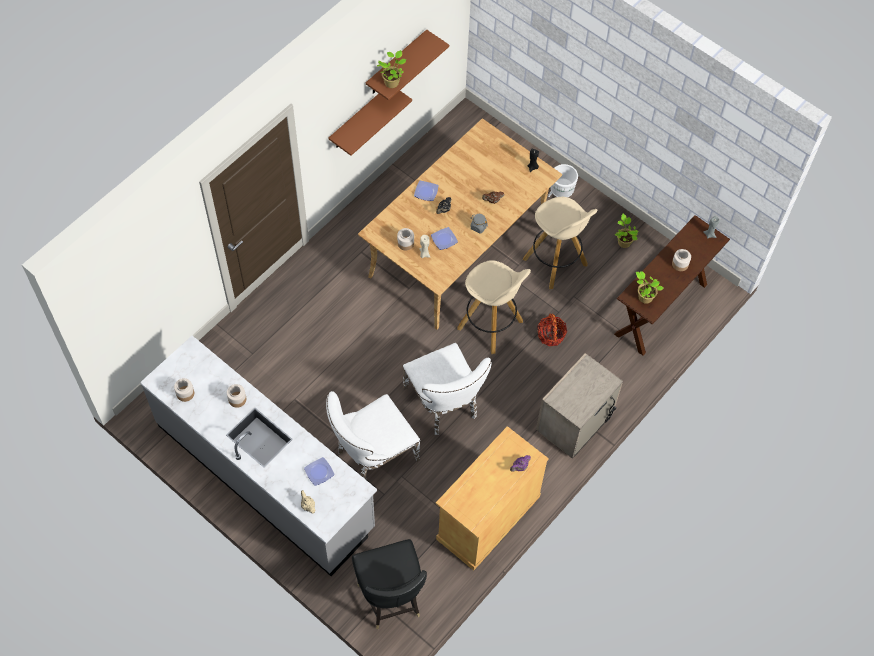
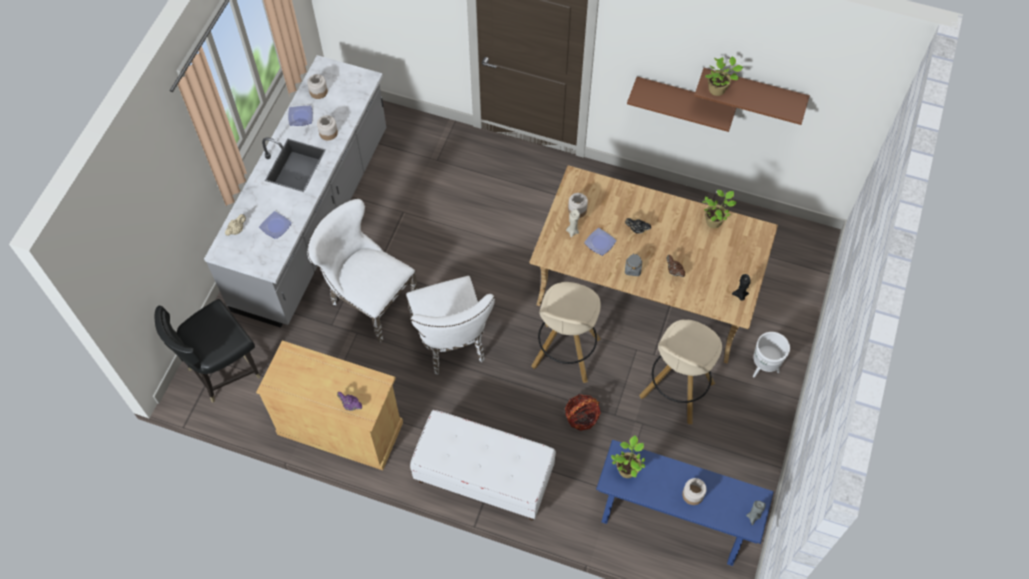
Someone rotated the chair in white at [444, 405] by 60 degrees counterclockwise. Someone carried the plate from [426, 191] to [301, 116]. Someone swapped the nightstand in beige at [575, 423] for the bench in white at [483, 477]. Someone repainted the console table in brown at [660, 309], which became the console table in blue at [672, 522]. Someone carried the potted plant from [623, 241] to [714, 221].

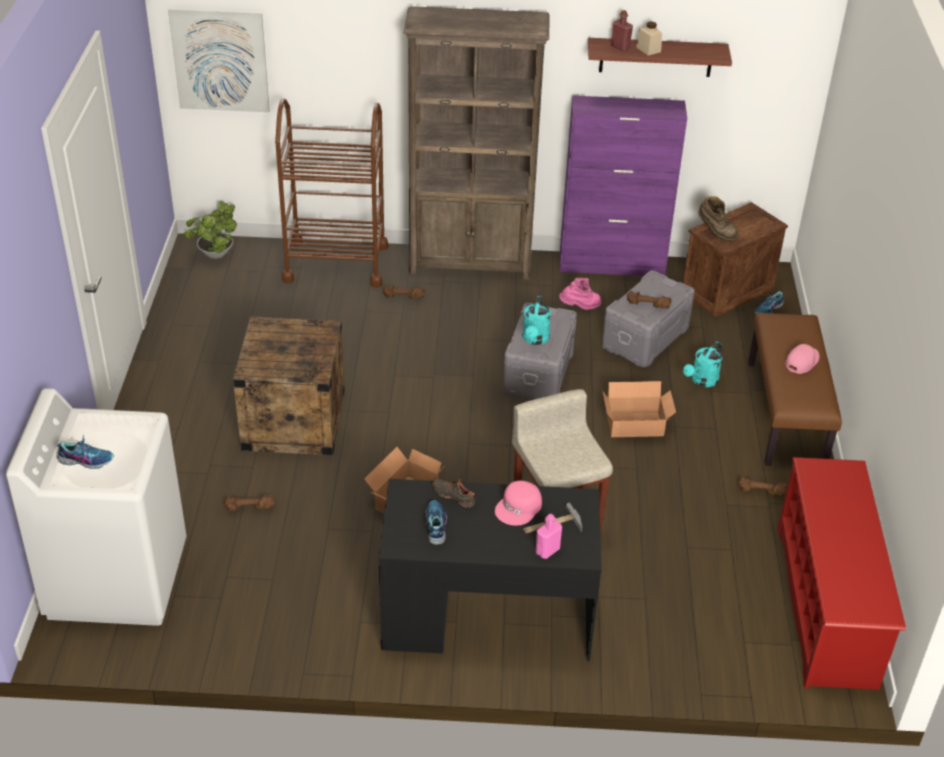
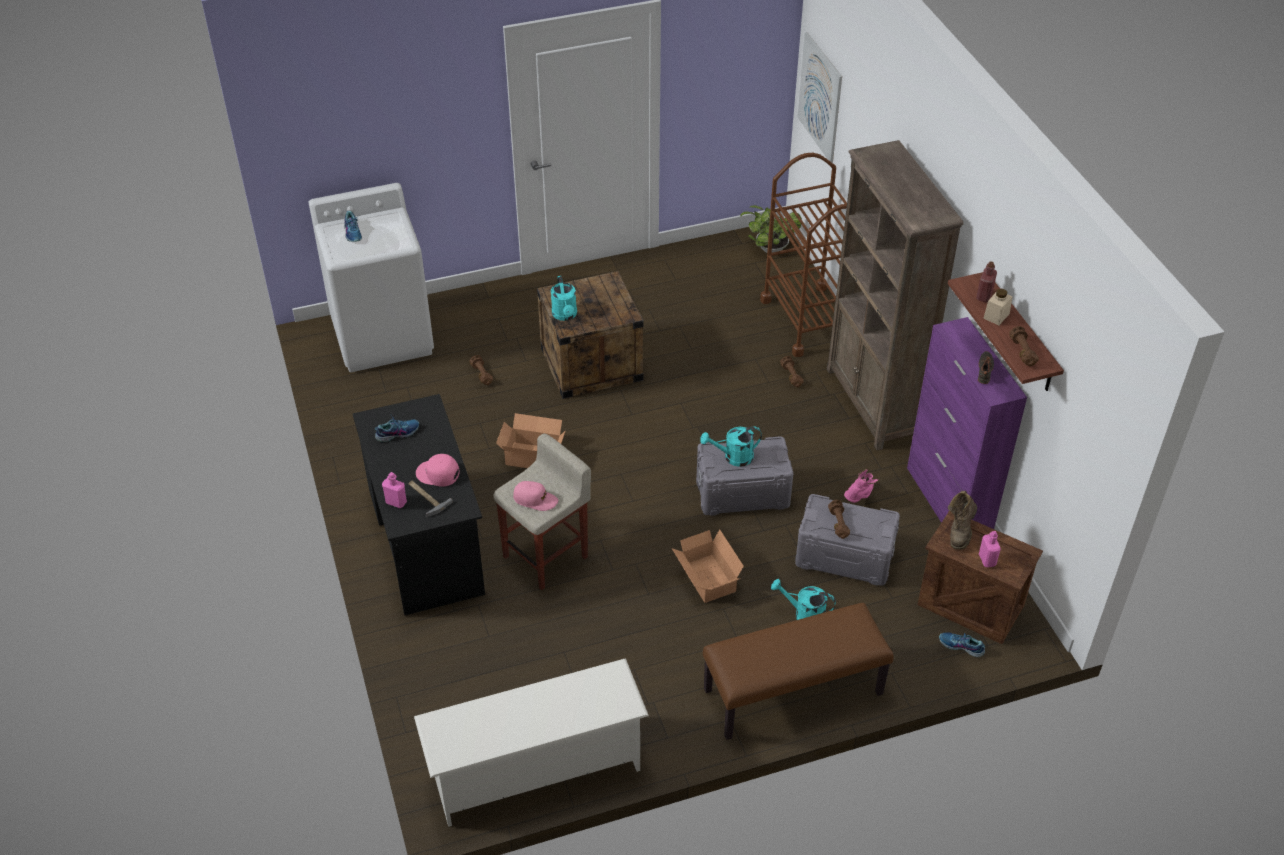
Someone carried the shoe in black from [454, 495] to [985, 371]. Someone rotated the boot in pink at [580, 307] by 105 degrees counterclockwise. Someone carried the dumbbell in brown from [761, 492] to [1021, 351]. Someone repainted the shoe rack in red at [826, 605], which became the shoe rack in white at [535, 770]. Someone carried the cap in pink from [802, 362] to [535, 499]. Someone put down the watering can in turquoise at [565, 315]. Someone put down the bottle in pink at [987, 560].

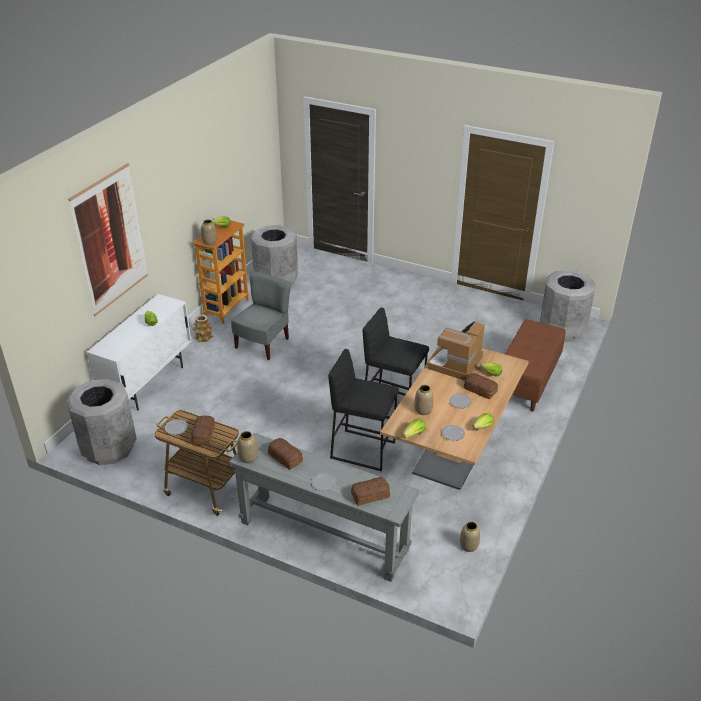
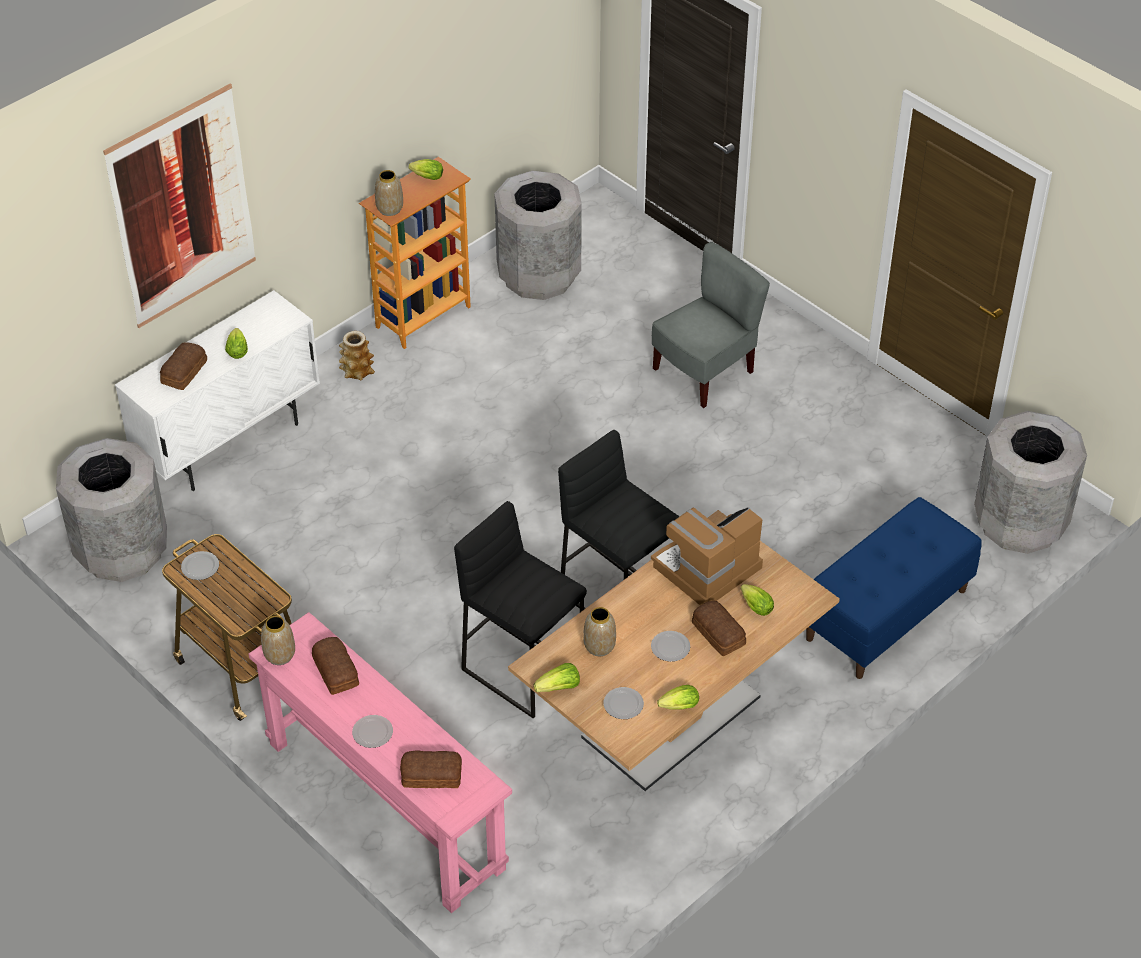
Someone carried the bread from [203, 435] to [183, 372]. Someone repainted the console table in grey at [323, 536], which became the console table in pink at [385, 805]. Someone carried the chair in grey from [263, 344] to [705, 372]. Someone took away the vase at [468, 546]. Someone repainted the bench in brown at [527, 381], which became the bench in blue at [886, 615].

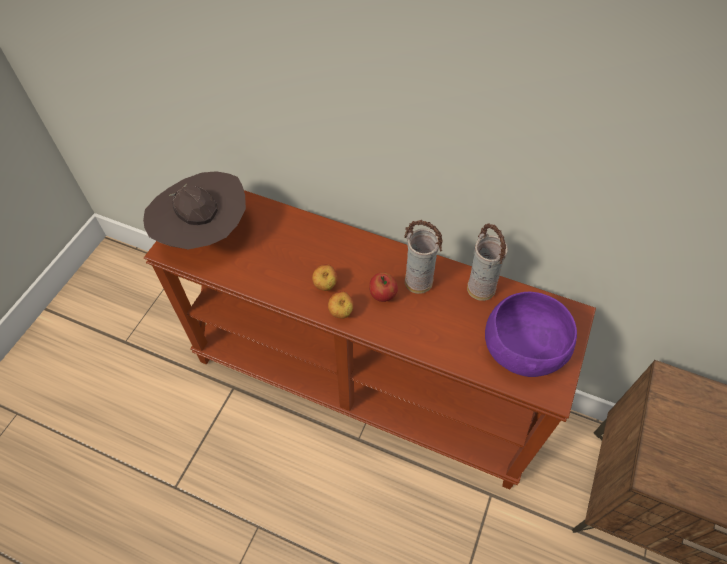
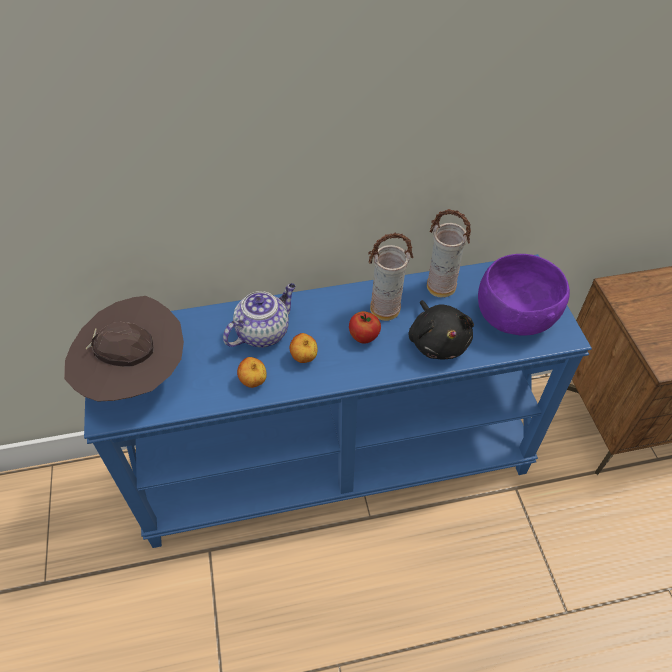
Someone repainted the console table in brown at [365, 382], which became the console table in blue at [336, 462]. Someone carried the apple from [341, 312] to [253, 382]. Someone put down the teapot at [263, 332]. Someone put down the plush toy in black at [438, 341].

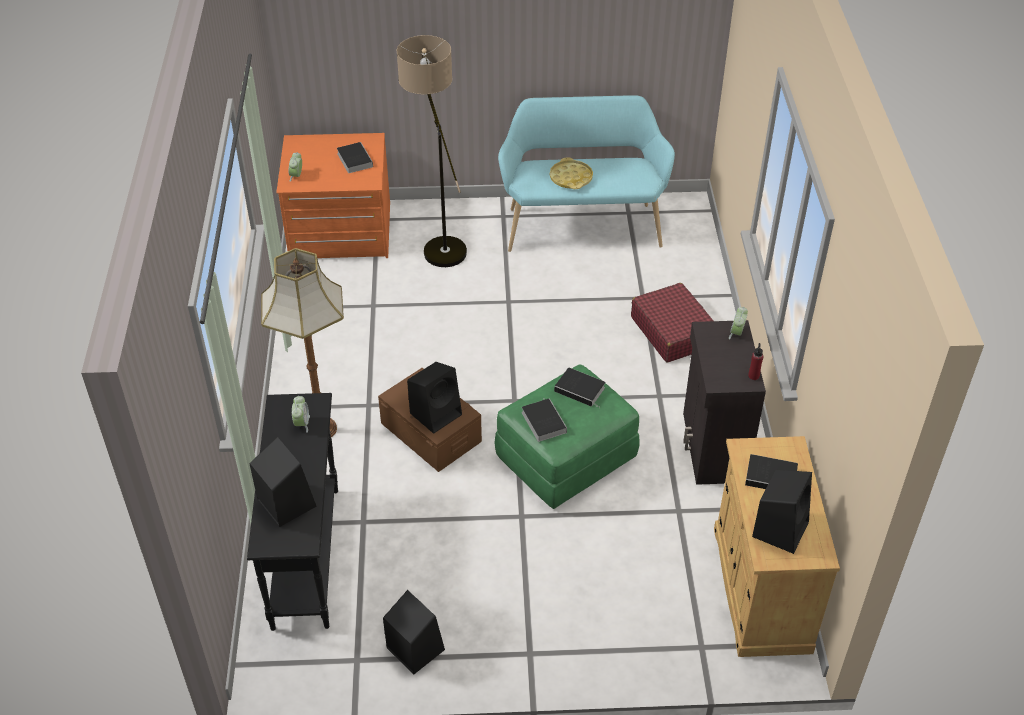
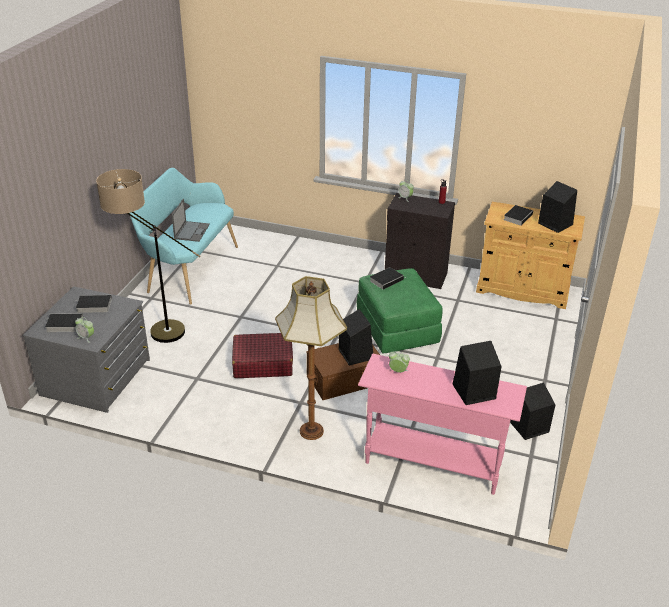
Someone repainted the console table in black at [306, 556], which became the console table in pink at [432, 463]. Someone repainted the dresser in orange at [340, 232], which became the dresser in grey at [97, 378]. Someone carried the book from [542, 421] to [63, 325]. Someone swapped the tray in yellow at [571, 178] for the laptop at [192, 231]. Someone carried the suitcase in red from [673, 331] to [262, 363].

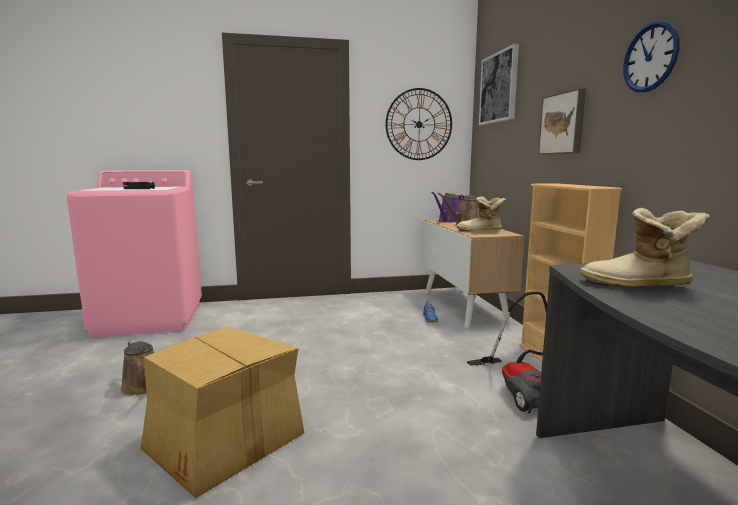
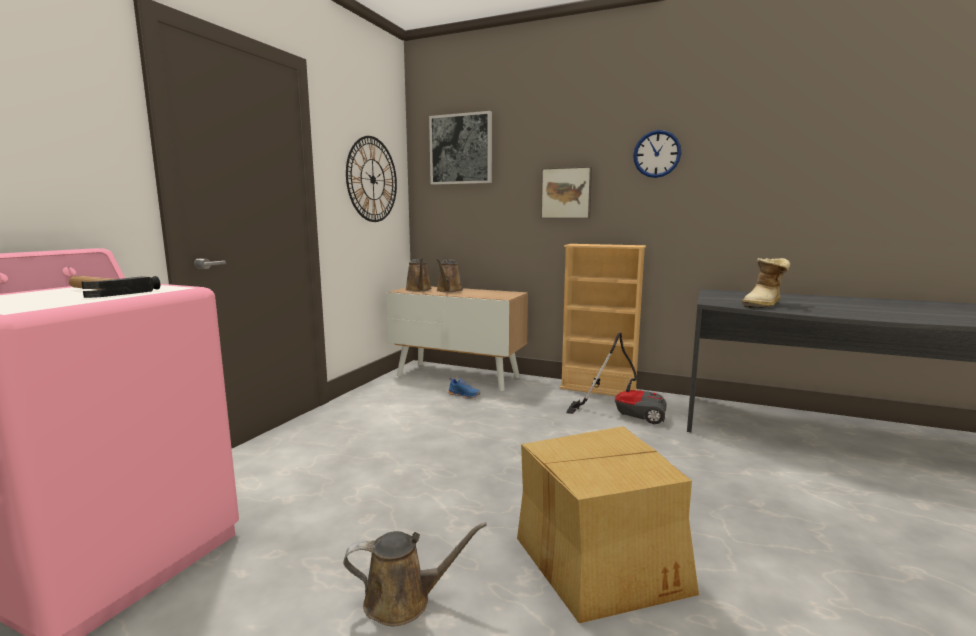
Someone repainted the watering can in purple at [448, 221], which became the watering can in brown at [419, 290]. Someone took away the boot at [480, 231].

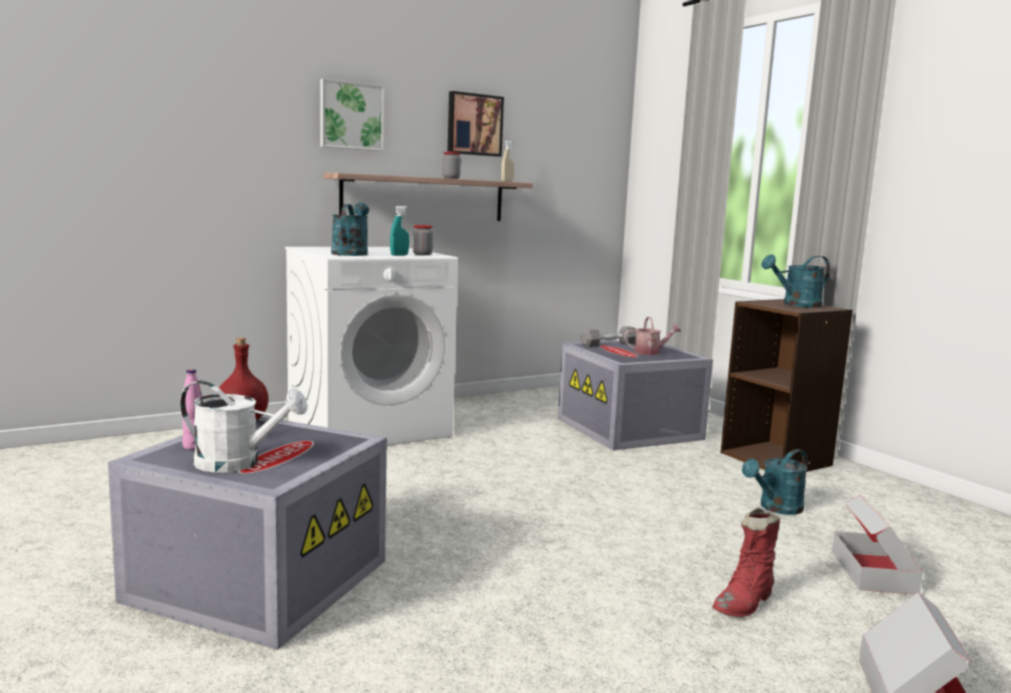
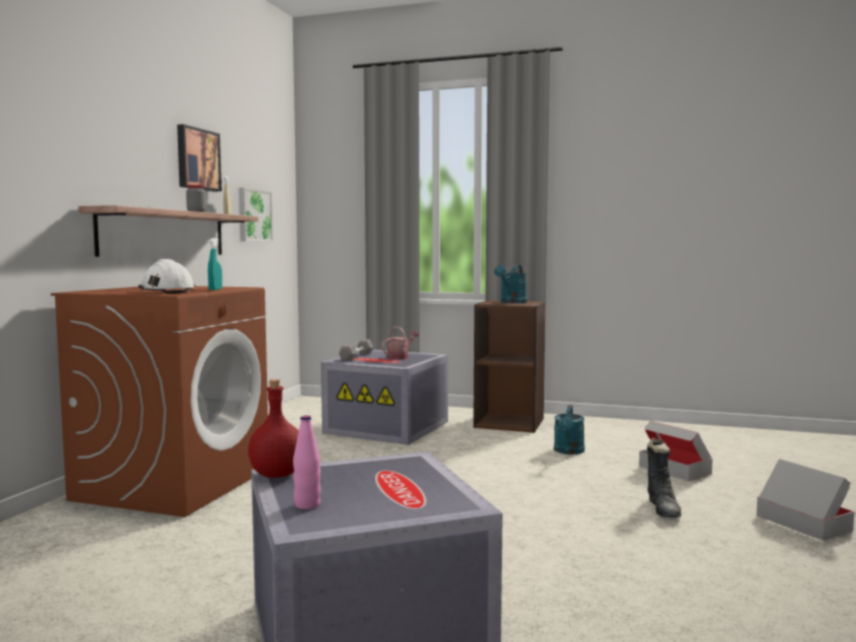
Someone took away the watering can in white at [238, 463]. Someone repainted the washing machine in white at [369, 427], which became the washing machine in brown at [174, 483]. Someone carried the picture from [351, 116] to [253, 215]. Someone swapped the watering can in turquoise at [351, 253] for the hard hat in white at [166, 292]. Someone took away the jar at [422, 254]. Someone repainted the boot in red at [745, 603], which became the boot in black at [663, 509].

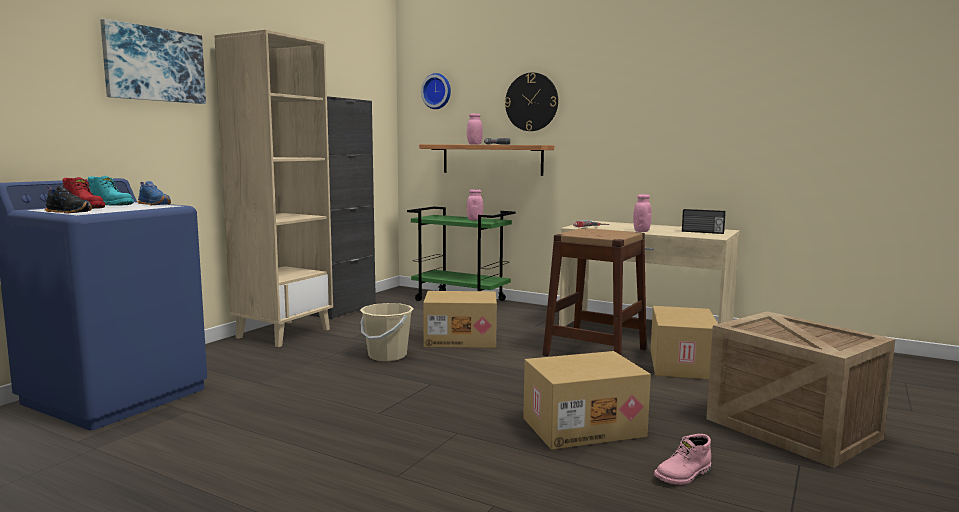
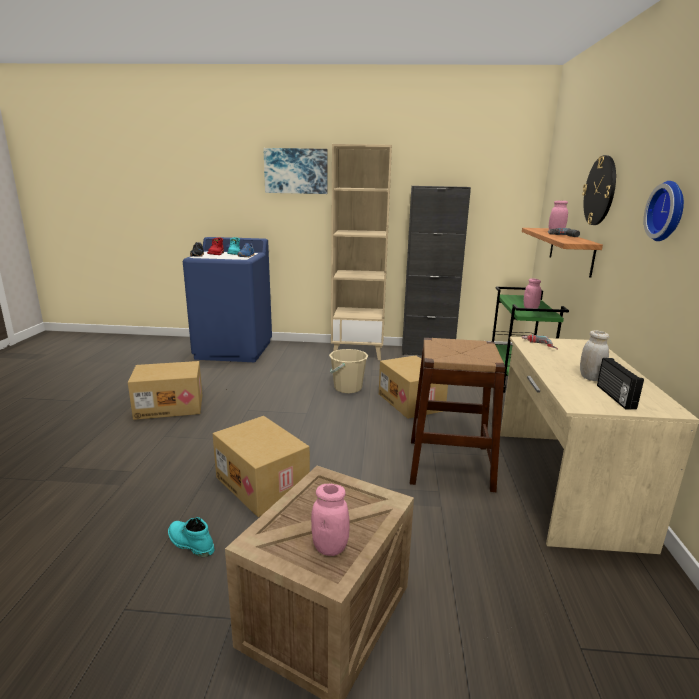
Someone carried the wall clock from [437, 91] to [668, 211]. Someone carried the jar in pink from [641, 231] to [330, 548]. Someone carried the cardboard box from [680, 364] to [170, 406]. Someone repainted the boot in pink at [684, 475], which became the boot in turquoise at [190, 543]. Someone put down the jar in white at [590, 378].

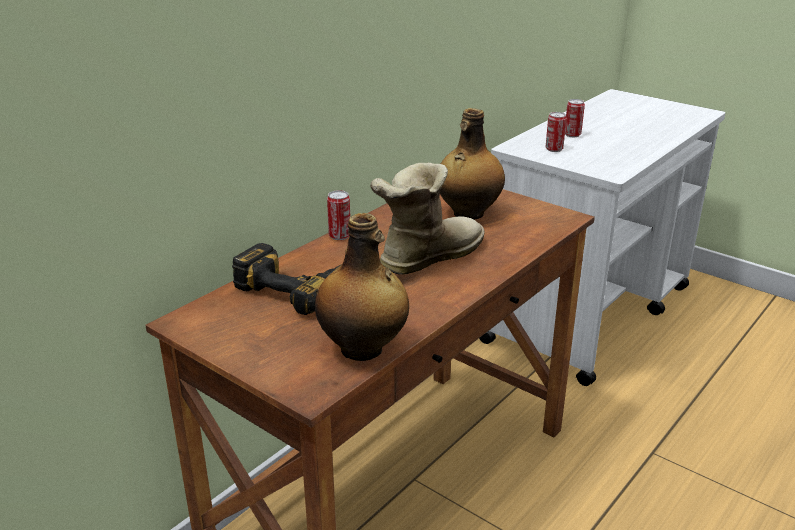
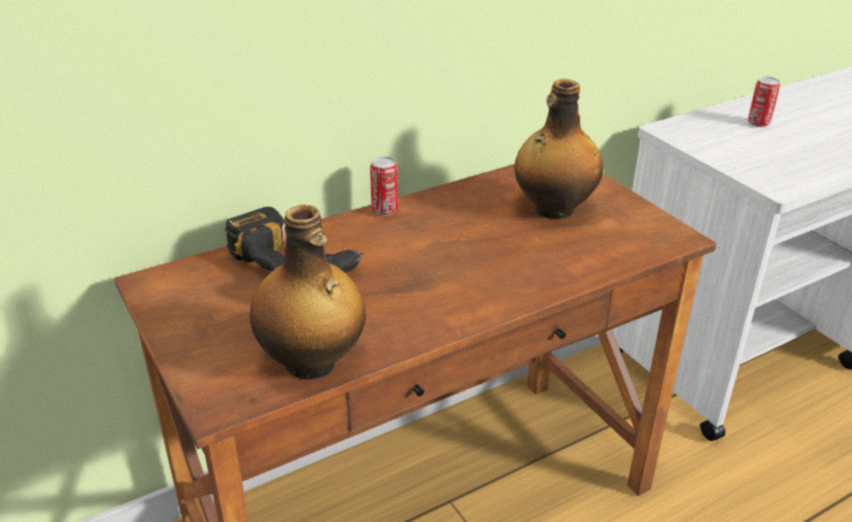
Someone took away the boot at [426, 257]. Someone took away the can at [554, 149].

